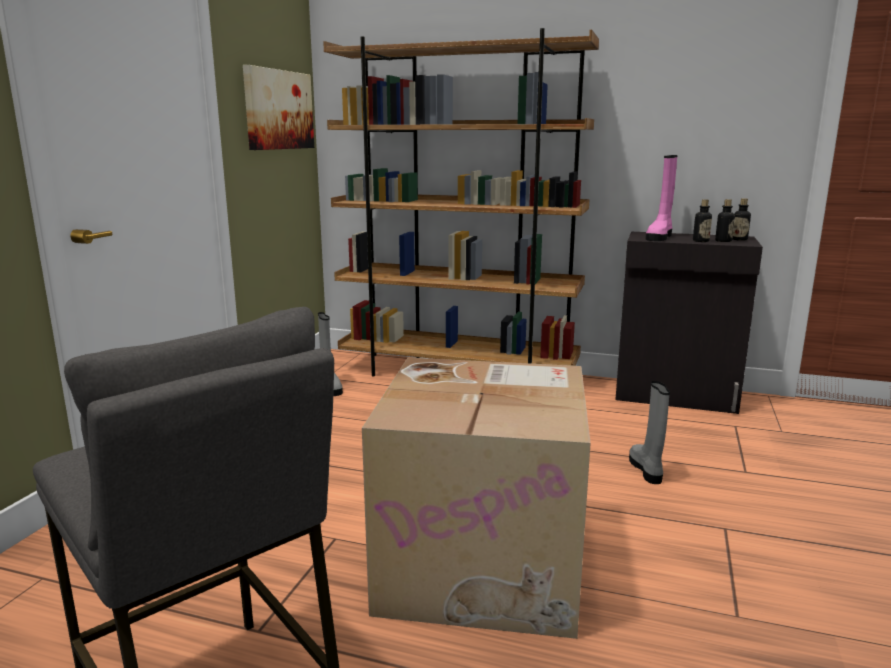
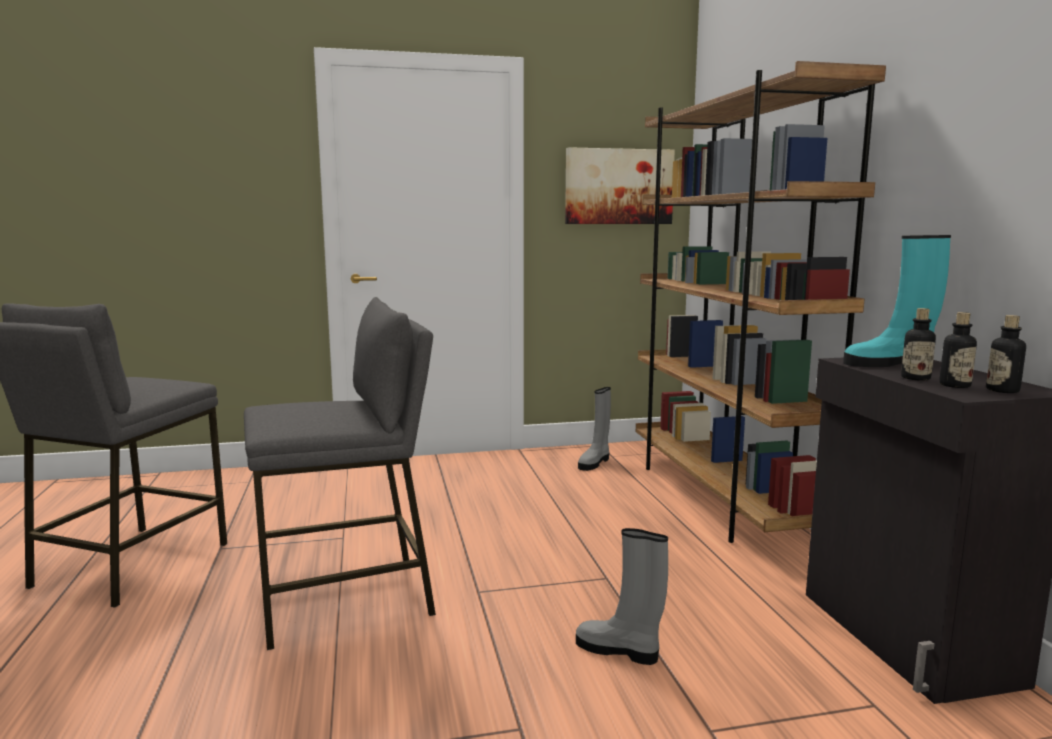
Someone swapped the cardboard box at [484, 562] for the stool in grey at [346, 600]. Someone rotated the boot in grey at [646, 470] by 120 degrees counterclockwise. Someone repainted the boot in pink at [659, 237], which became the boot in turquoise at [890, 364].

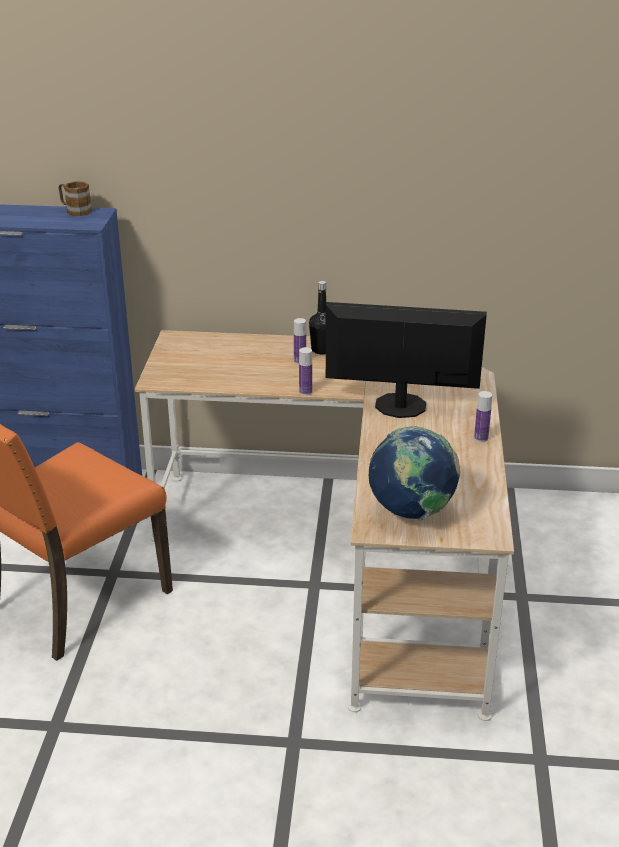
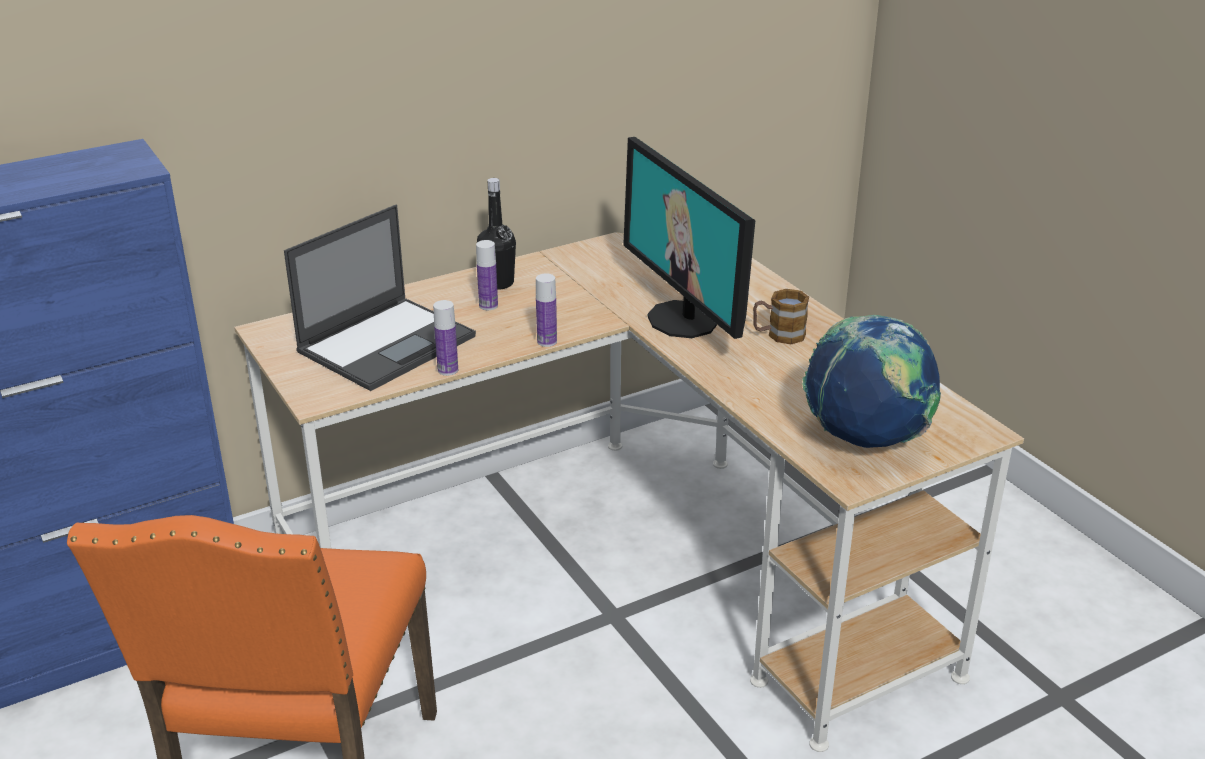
Someone carried the mug from [75, 210] to [778, 335]. Someone rotated the monitor at [400, 406] by 90 degrees counterclockwise. Someone carried the bottle from [481, 438] to [448, 370]. Someone put down the laptop at [388, 343].

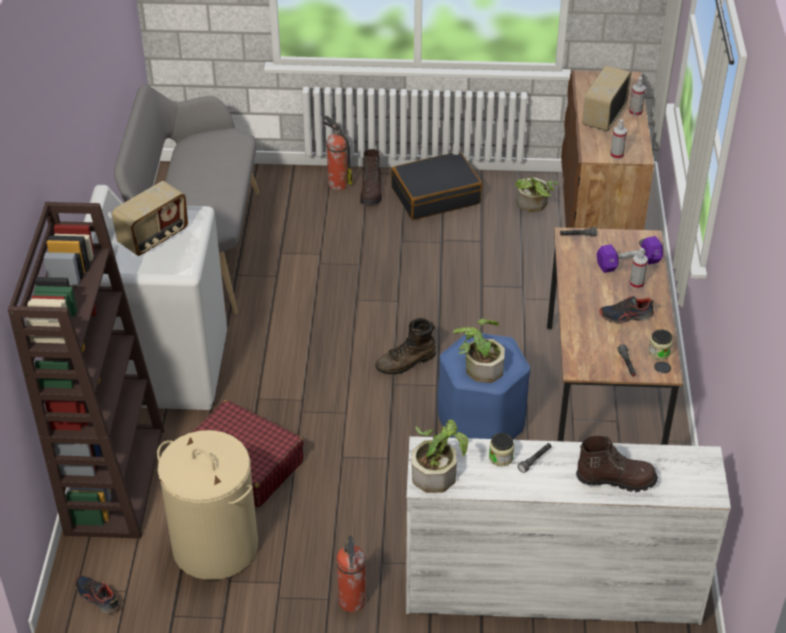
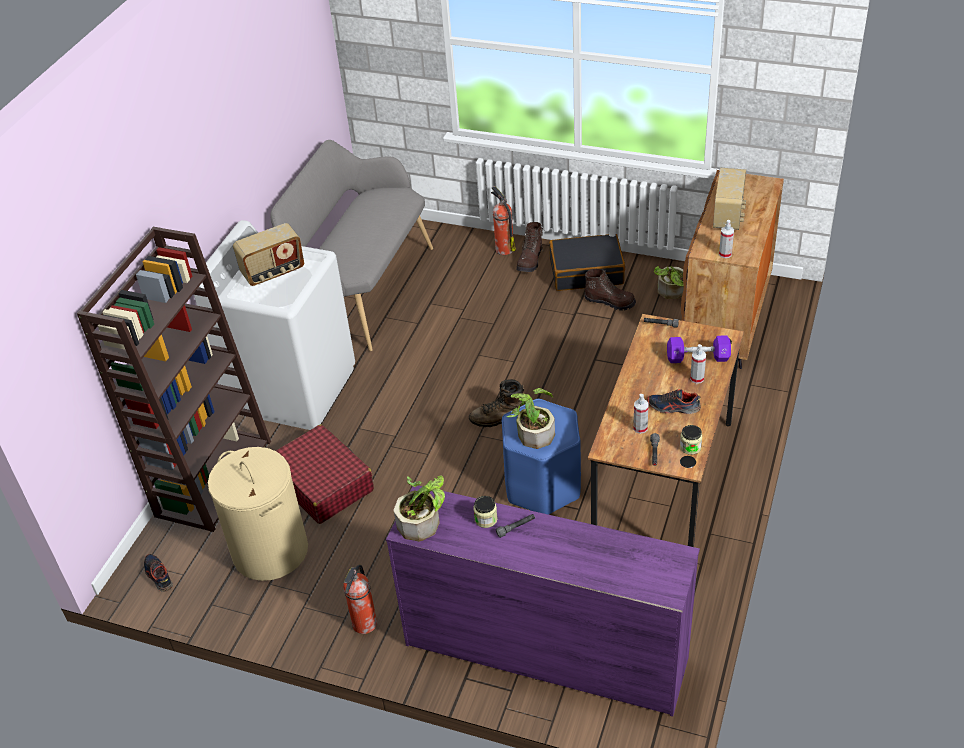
Someone repainted the dresser in white at [550, 588], which became the dresser in purple at [545, 650]. Someone carried the boot in brown from [615, 479] to [610, 302]. Someone rotated the radio at [603, 116] by 150 degrees clockwise. Someone carried the spray bottle from [635, 112] to [640, 428].

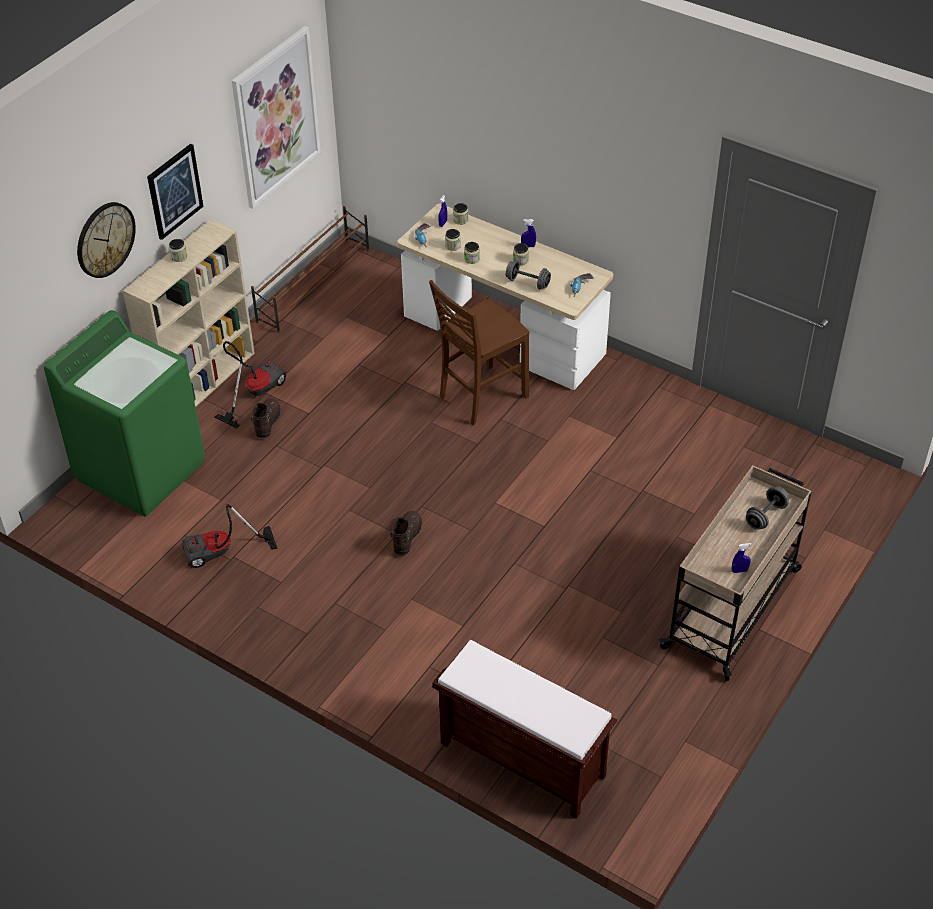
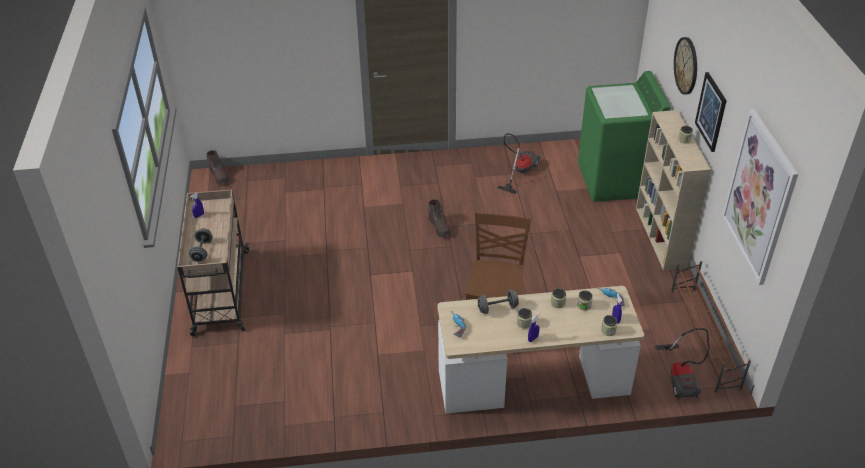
Someone carried the vacuum cleaner from [254, 392] to [681, 377]. Someone carried the boot in brown from [266, 423] to [219, 176]. Someone took away the bench in brown at [520, 759].

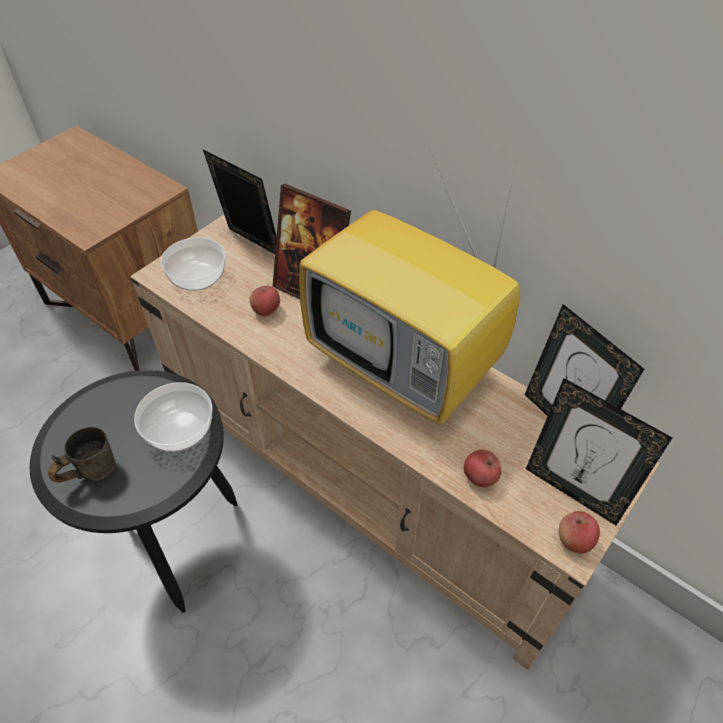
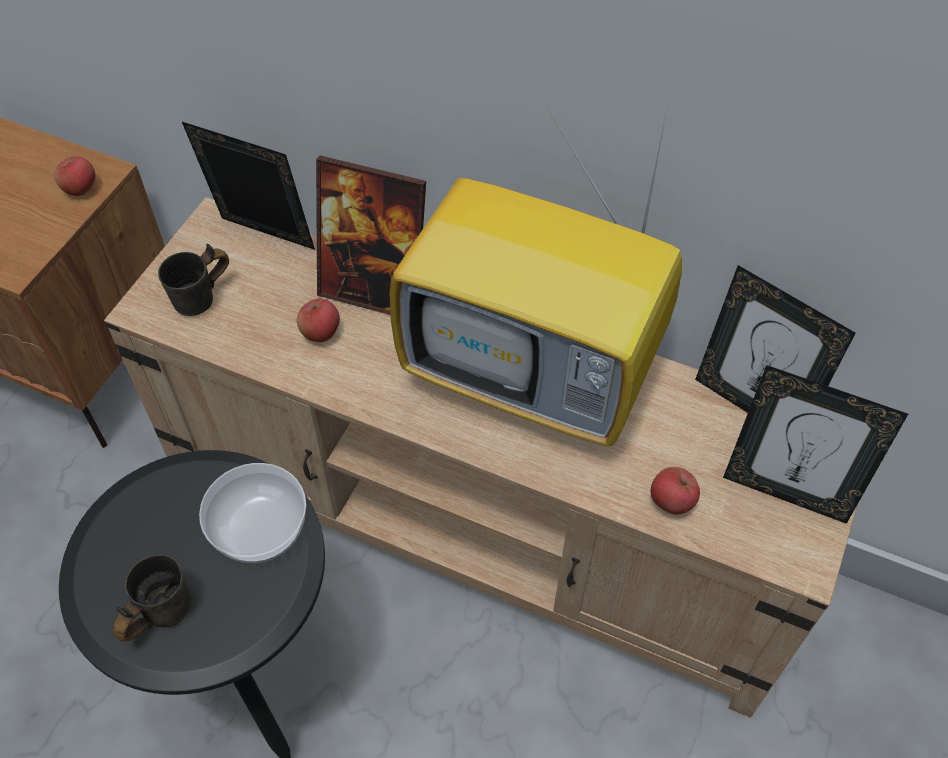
Someone swapped the bowl at [198, 276] for the mug in grey at [205, 300]. Someone carried the apple from [574, 540] to [80, 189].

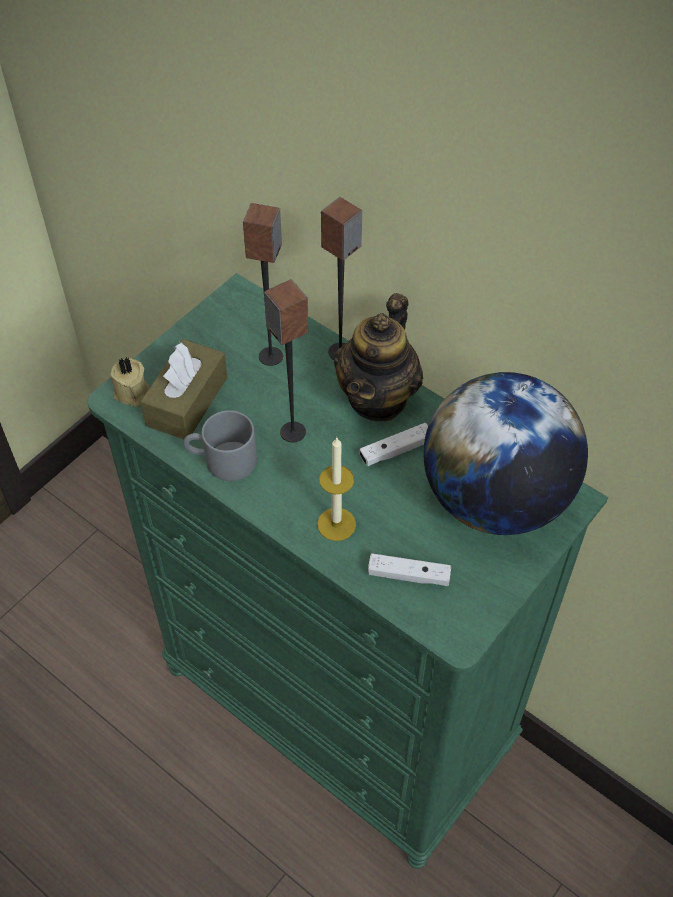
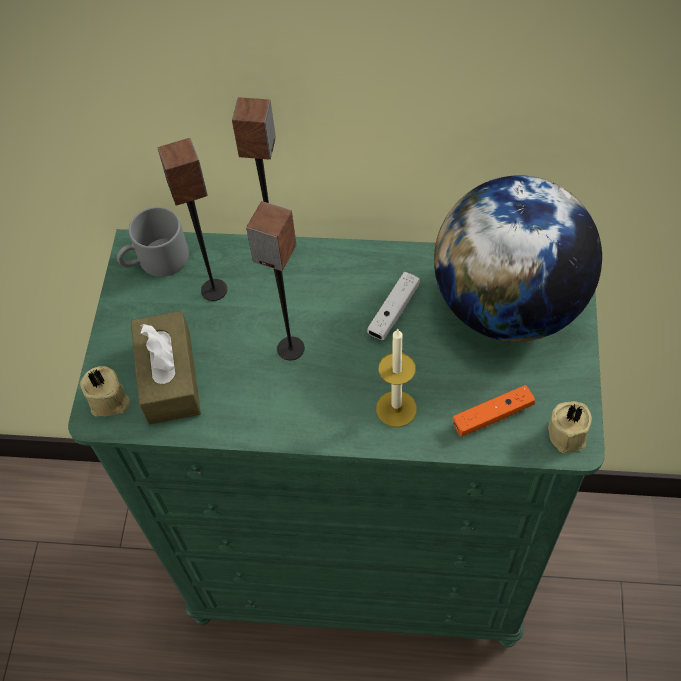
Someone carried the mug in grey from [222, 461] to [156, 261]. Someone took away the teapot at [378, 397]. Someone repainted the game controller in white at [408, 575], which became the game controller in orange at [492, 415]. Someone put down the candle in beige at [568, 433].

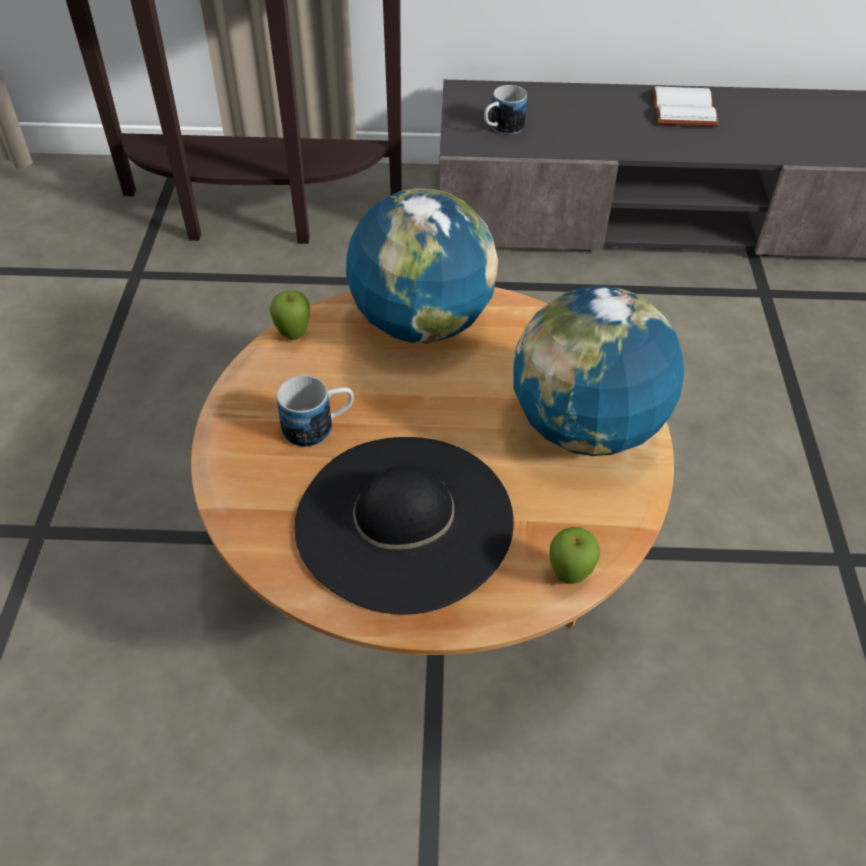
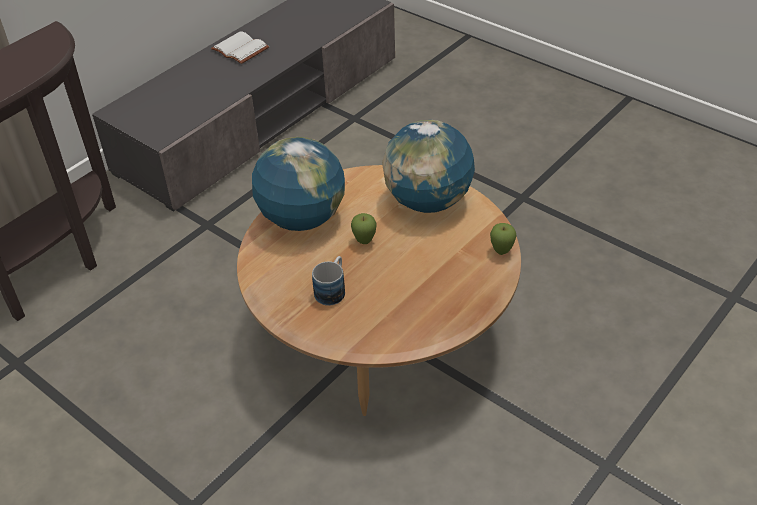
Someone carried the apple from [293, 335] to [364, 242]. Someone took away the hat in black at [404, 520]. Someone took away the mug at [501, 128].

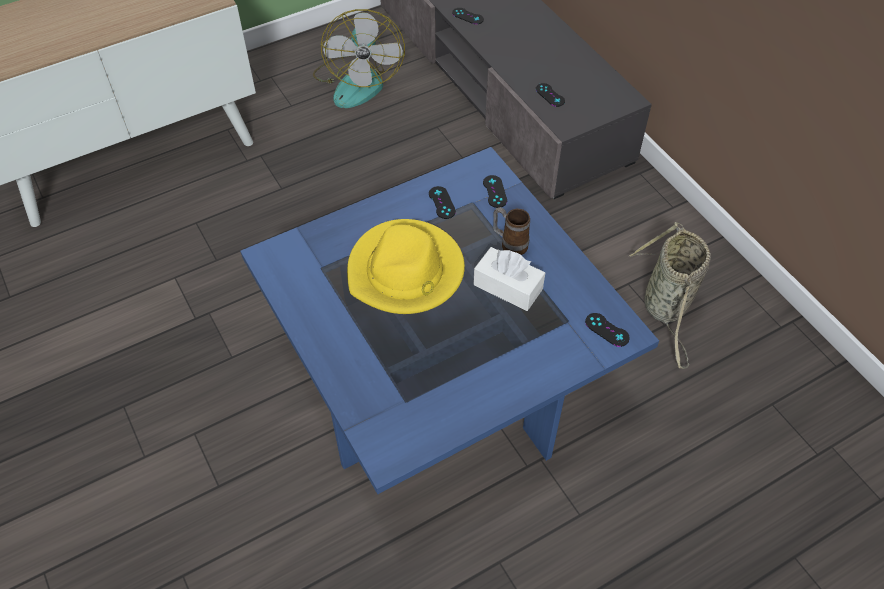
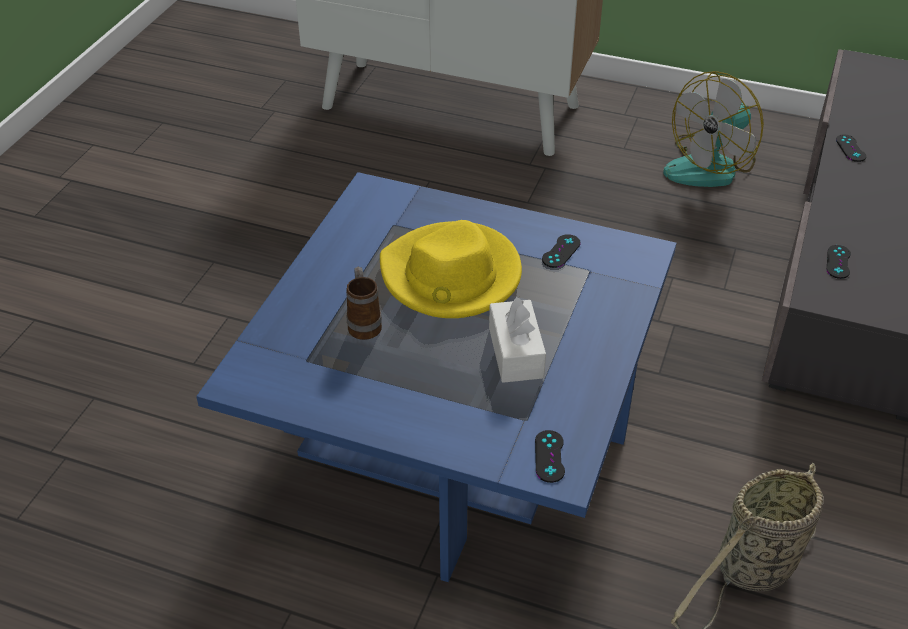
Someone took away the game controller in black at [495, 191]. Someone carried the mug from [509, 244] to [364, 323].

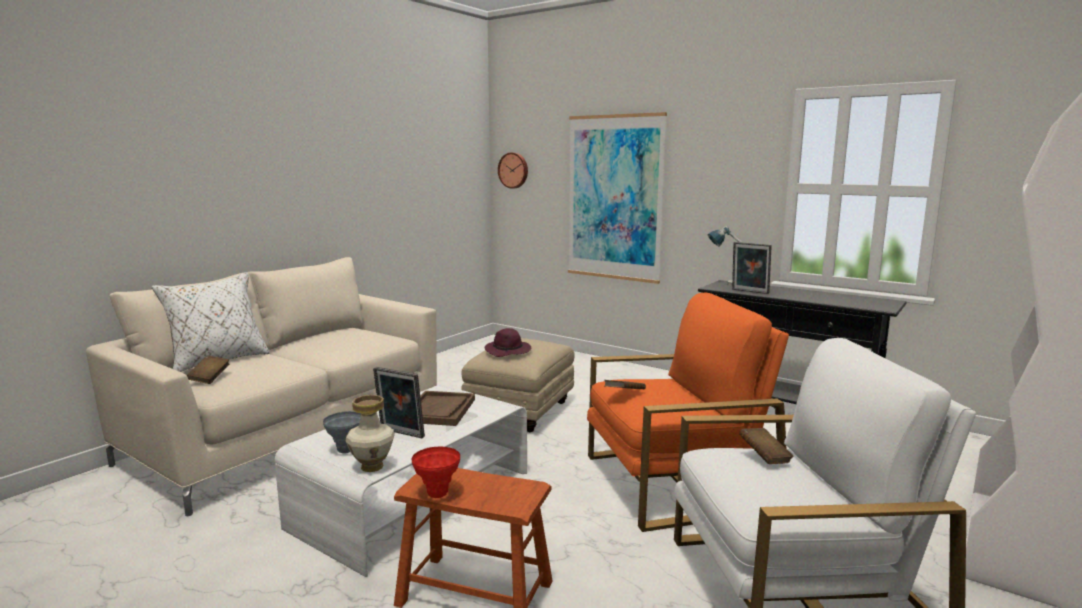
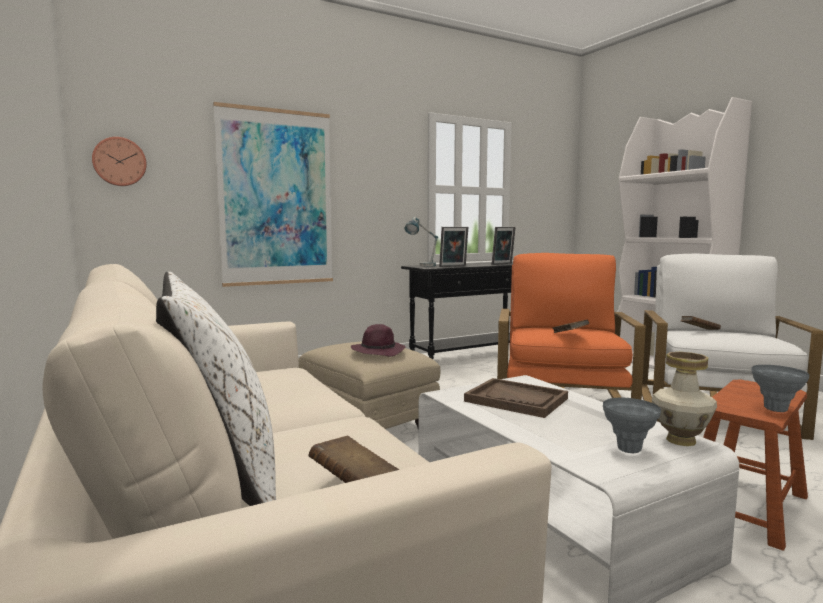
Someone carried the picture frame from [400, 434] to [503, 264]. Someone repainted the vase in red at [437, 494], which became the vase in grey at [776, 409].

